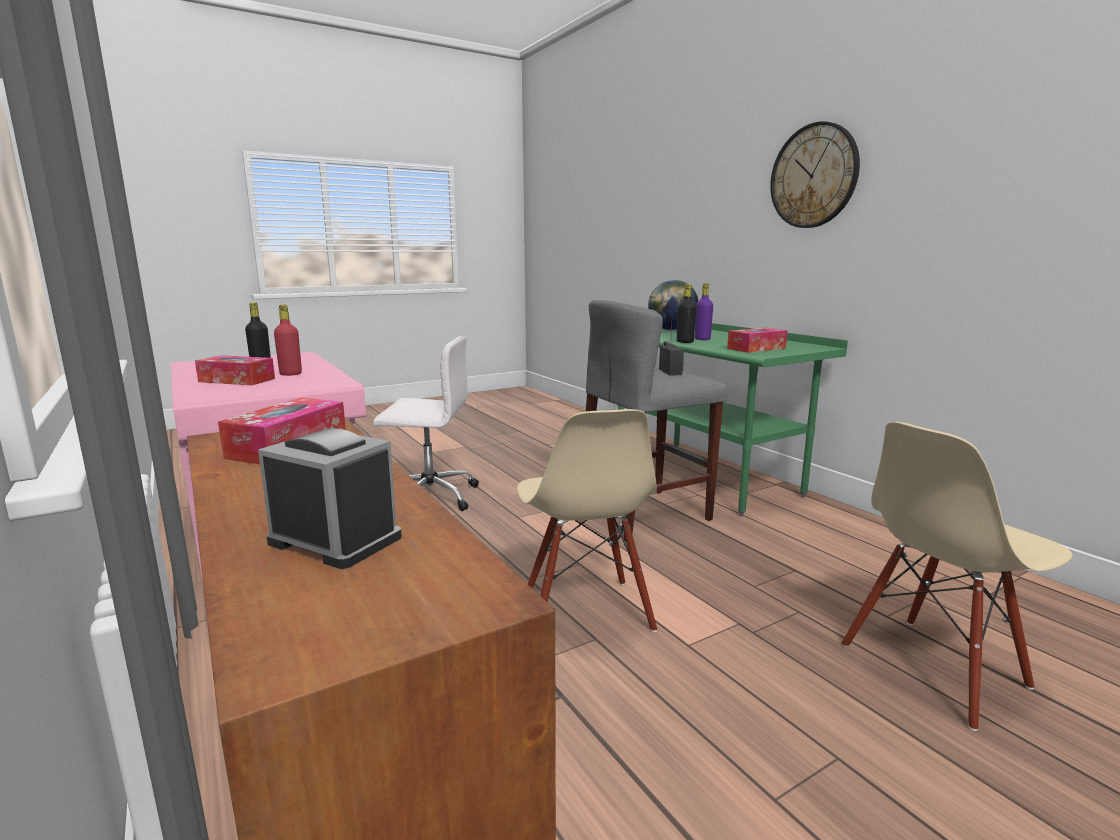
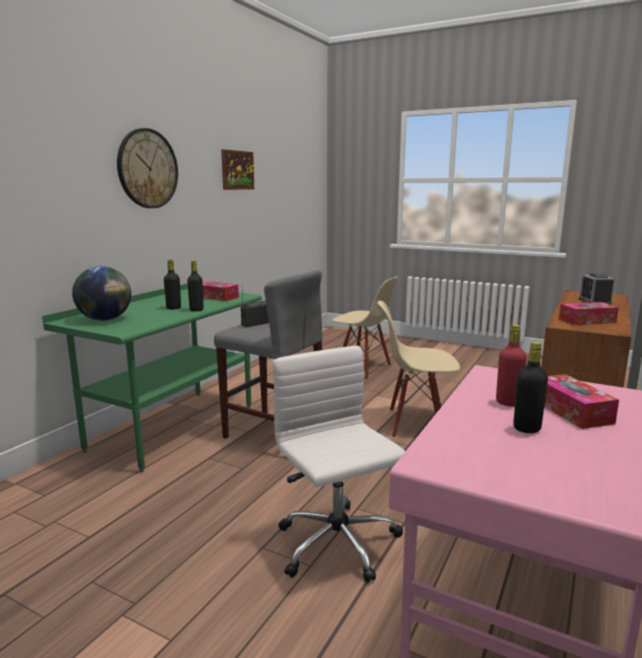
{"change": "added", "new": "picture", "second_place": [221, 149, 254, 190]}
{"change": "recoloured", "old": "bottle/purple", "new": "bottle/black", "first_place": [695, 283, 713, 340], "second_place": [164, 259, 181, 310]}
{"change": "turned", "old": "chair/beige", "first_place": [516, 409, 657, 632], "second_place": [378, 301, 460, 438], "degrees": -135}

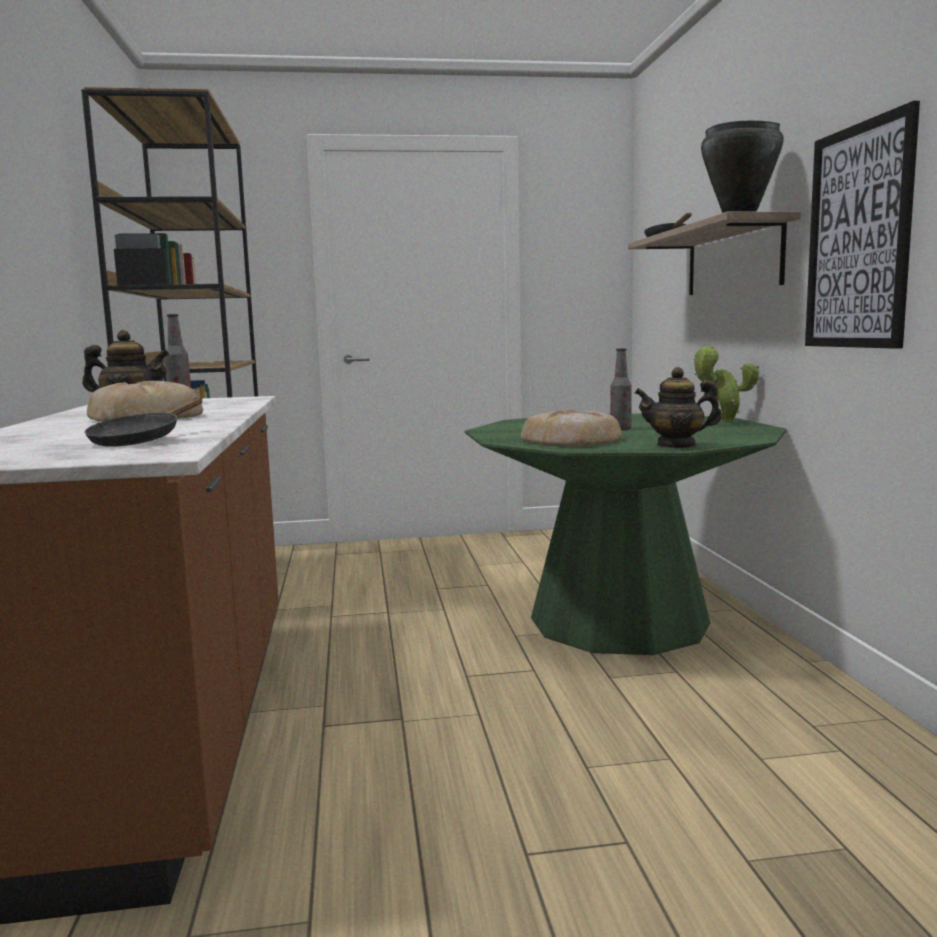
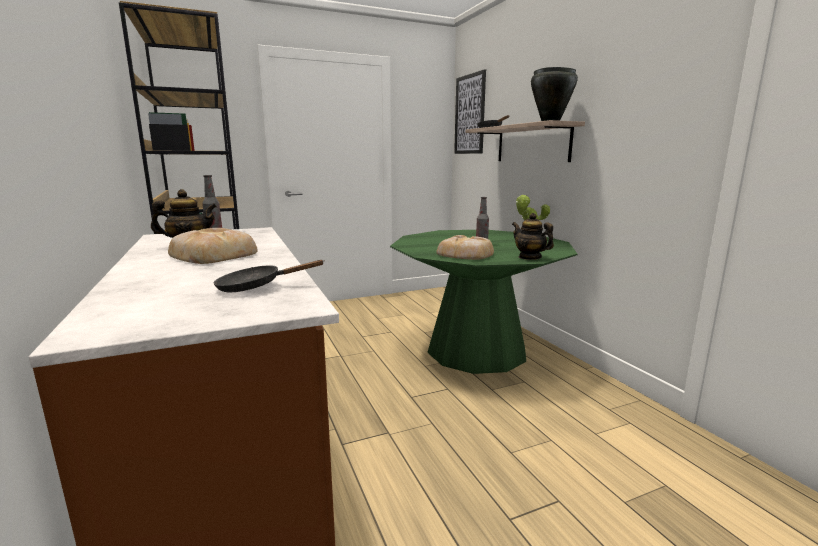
{"change": "moved", "old": "picture", "first_place": [805, 101, 920, 349], "second_place": [454, 69, 486, 154]}
{"change": "turned", "old": "frying pan/black", "first_place": [85, 398, 202, 447], "second_place": [213, 260, 325, 292], "degrees": 75}
{"change": "turned", "old": "teapot", "first_place": [635, 367, 722, 449], "second_place": [512, 213, 554, 260], "degrees": 60}

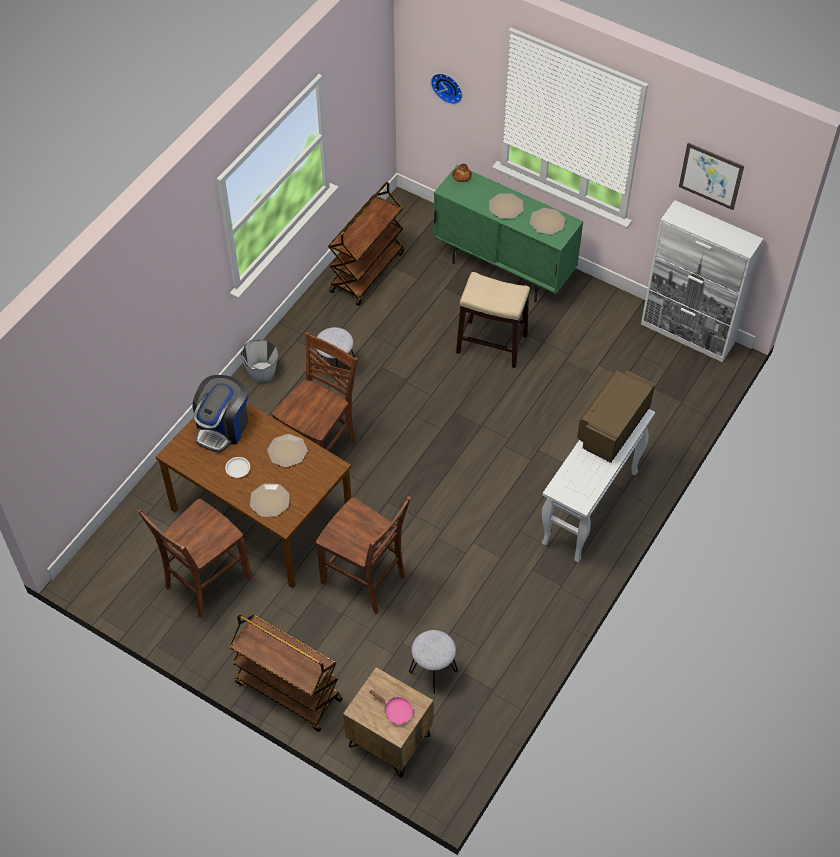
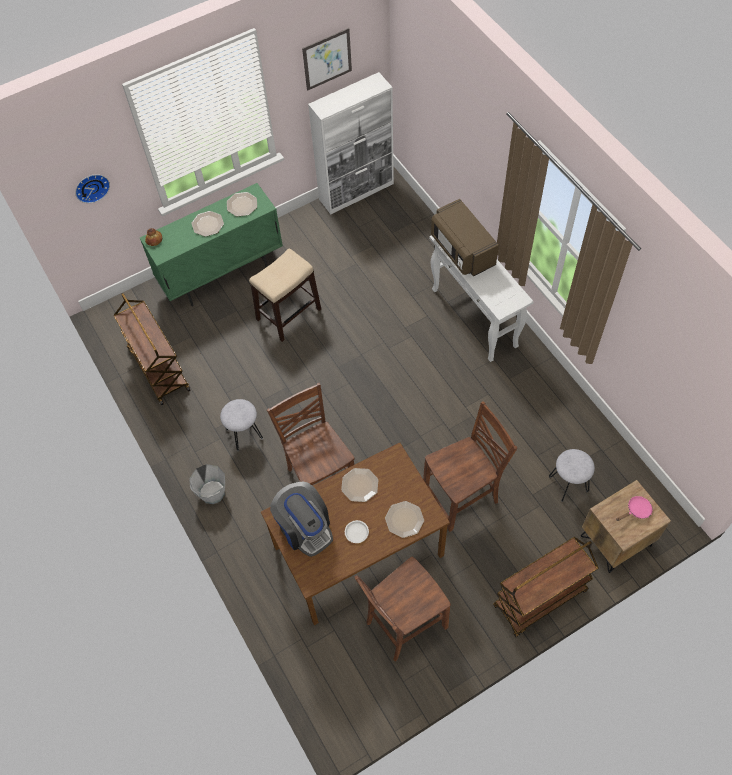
{"change": "turned", "old": "chair/brown", "first_place": [137, 498, 252, 618], "second_place": [355, 557, 451, 662], "degrees": 75}

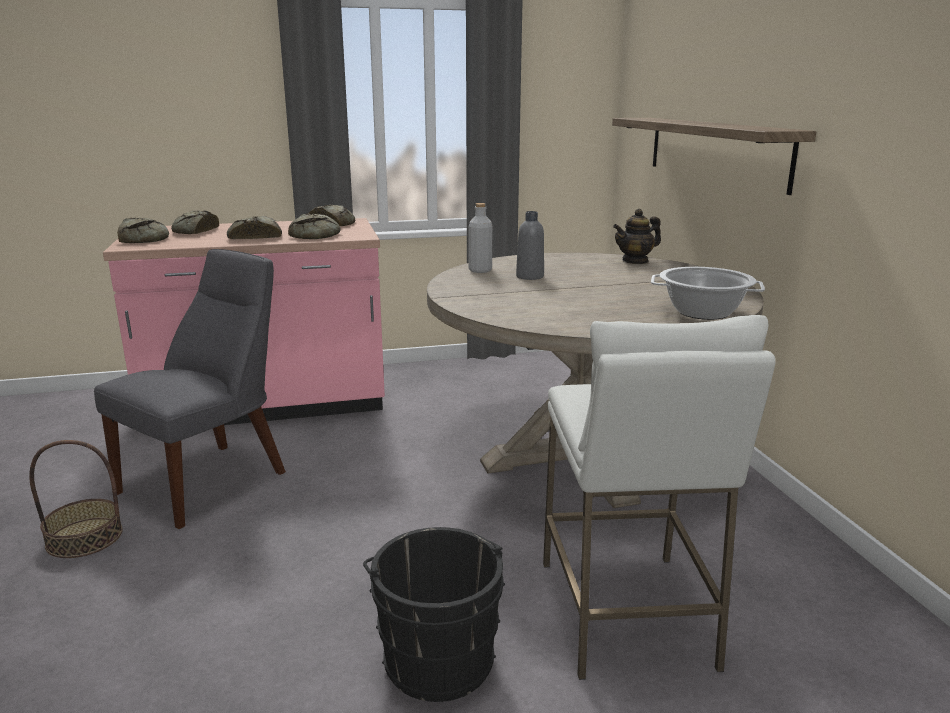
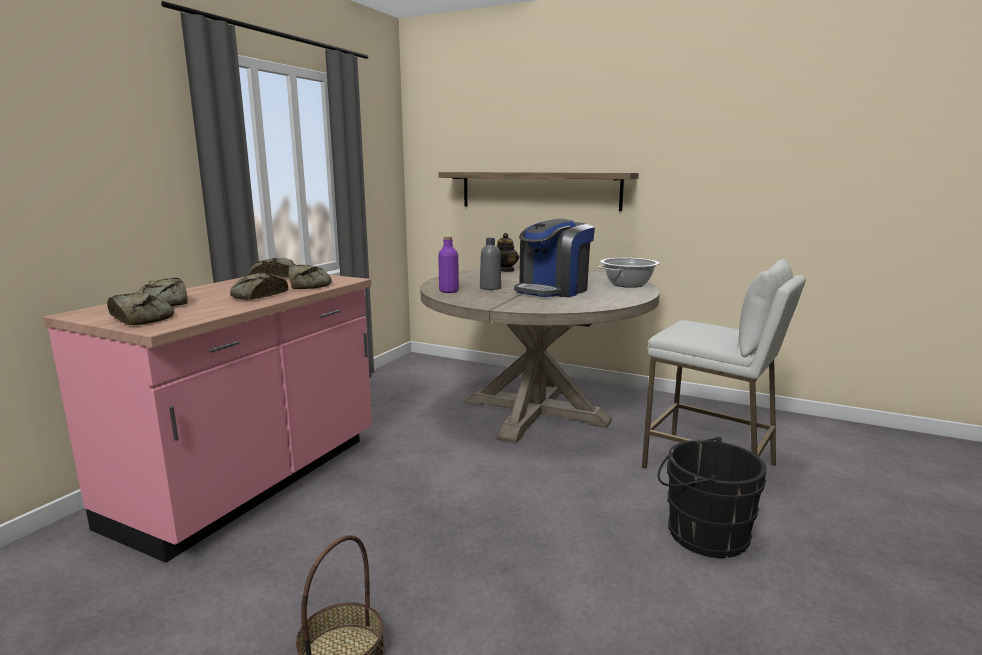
{"change": "removed", "old": "chair/grey", "first_place": [94, 249, 286, 529]}
{"change": "added", "new": "coffee machine", "second_place": [514, 219, 595, 297]}
{"change": "recoloured", "old": "bottle/grey", "new": "bottle/purple", "first_place": [468, 203, 492, 273], "second_place": [438, 236, 459, 293]}

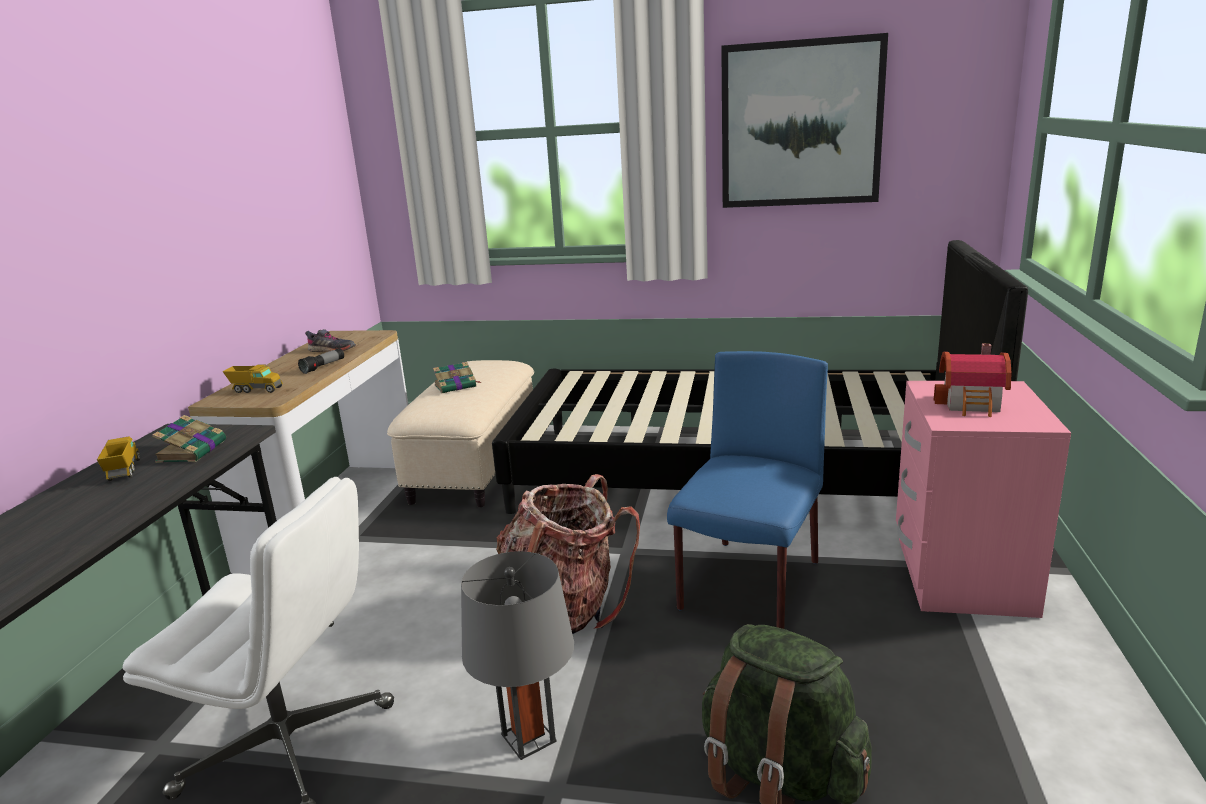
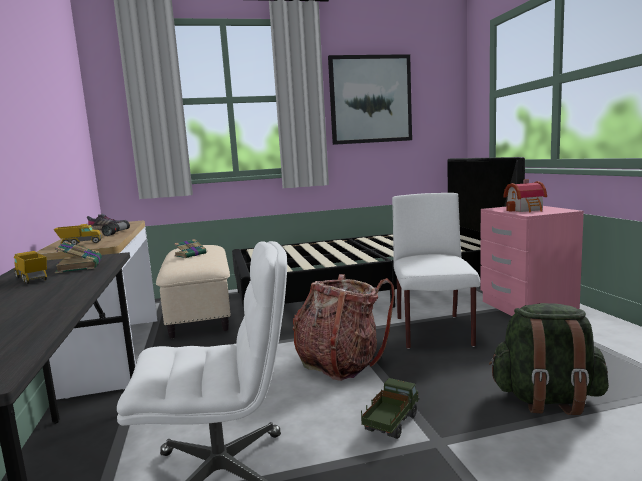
{"change": "replaced", "old": "table lamp/grey", "new": "toy truck", "first_place": [461, 551, 574, 760], "second_place": [361, 378, 419, 439]}
{"change": "recoloured", "old": "chair/blue", "new": "chair/white", "first_place": [667, 351, 828, 629], "second_place": [392, 193, 480, 349]}

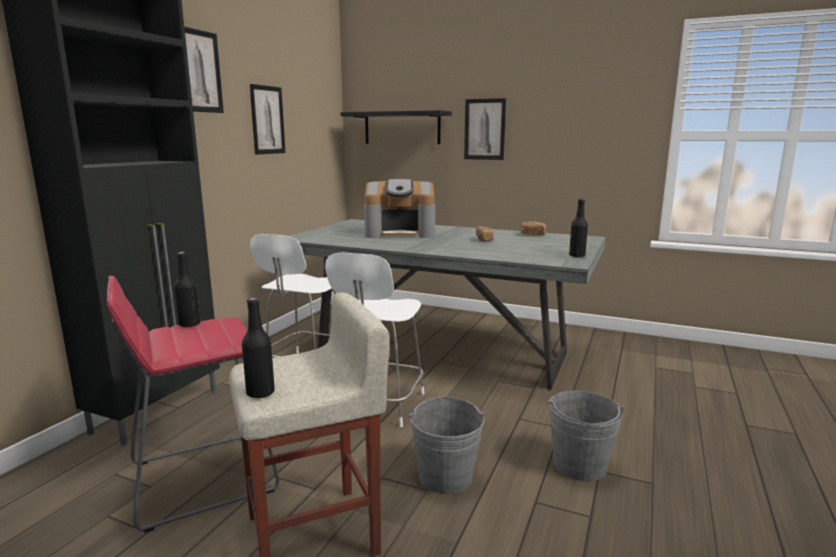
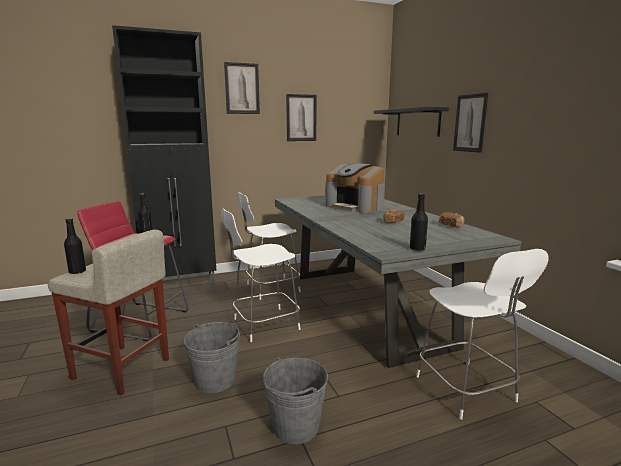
{"change": "added", "new": "chair/white", "second_place": [416, 249, 549, 420]}

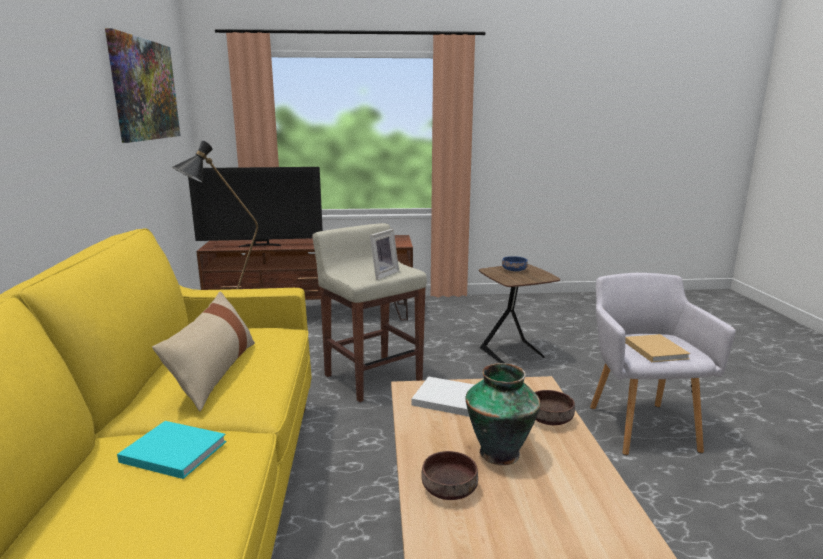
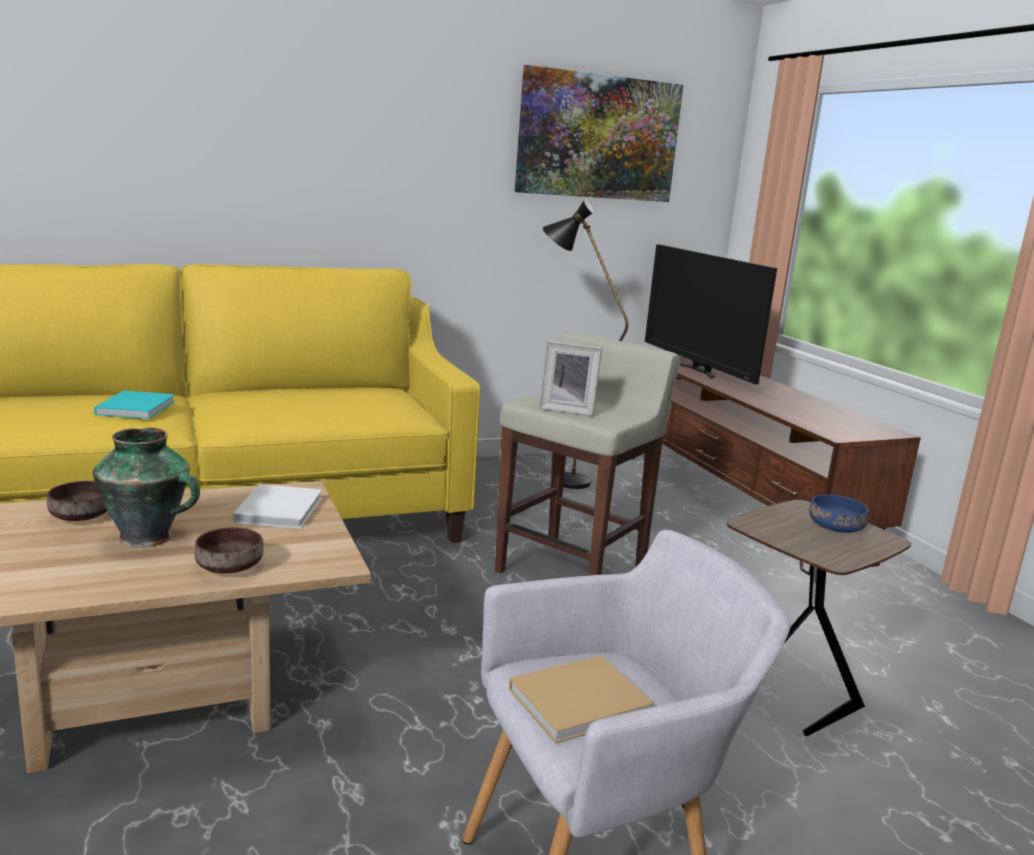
{"change": "removed", "old": "pillow/beige", "first_place": [152, 291, 255, 411]}

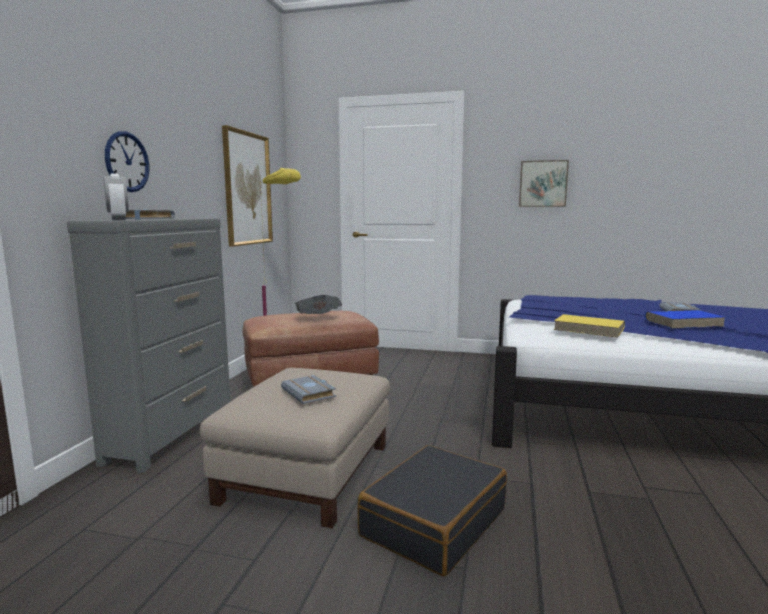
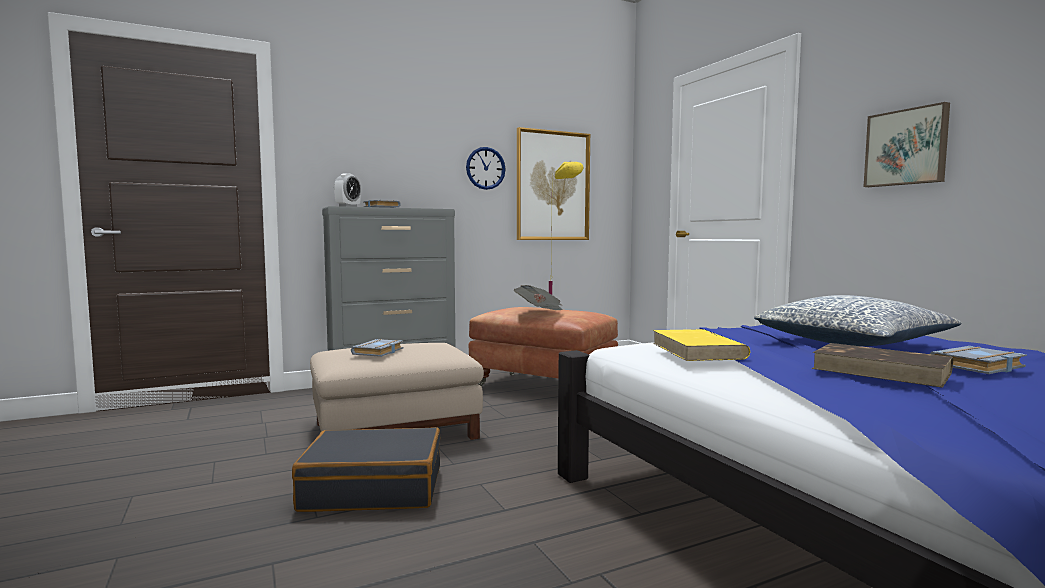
{"change": "added", "new": "pillow", "second_place": [754, 295, 961, 346]}
{"change": "moved", "old": "wall clock", "first_place": [105, 131, 150, 192], "second_place": [466, 147, 506, 190]}
{"change": "recoloured", "old": "book/blue", "new": "book/brown", "first_place": [645, 310, 726, 328], "second_place": [812, 343, 953, 388]}

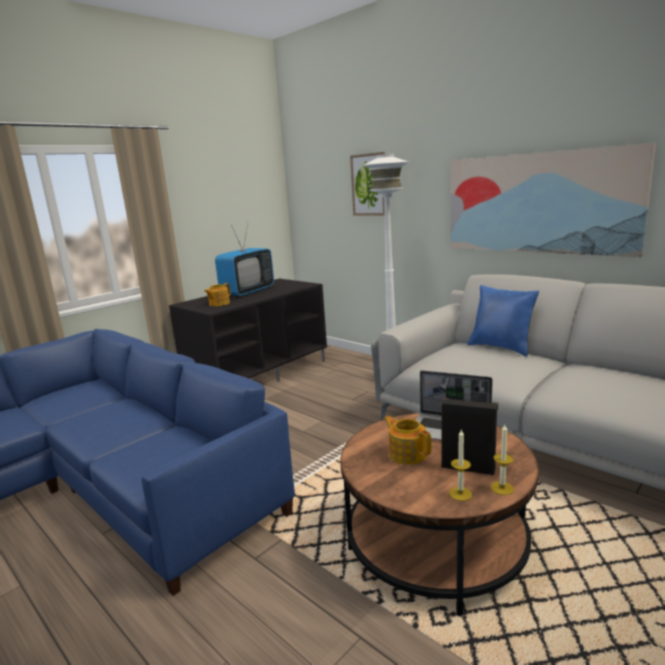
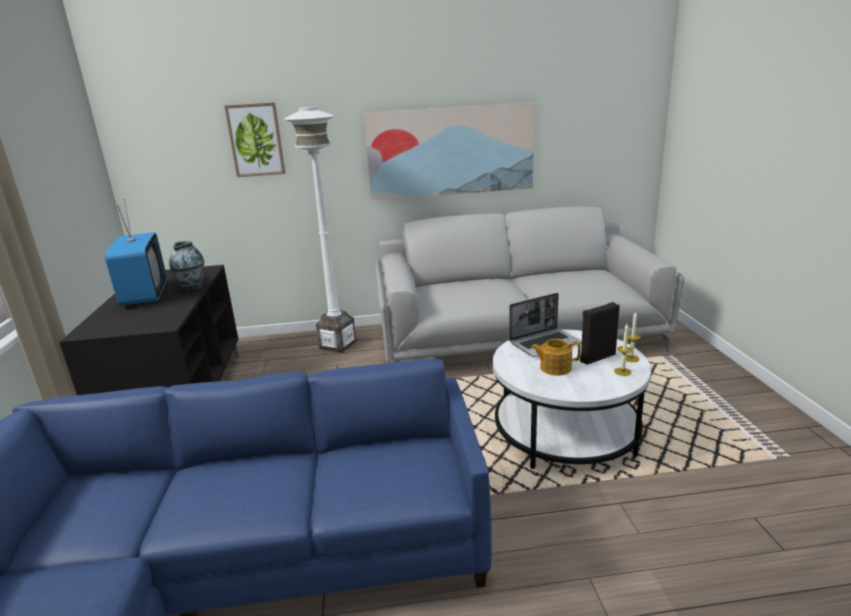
{"change": "removed", "old": "teapot", "first_place": [204, 283, 231, 306]}
{"change": "removed", "old": "pillow/blue", "first_place": [467, 285, 539, 356]}
{"change": "added", "new": "vase", "second_place": [169, 241, 204, 291]}
{"change": "recoloured", "old": "coffee table/brown", "new": "coffee table/white", "first_place": [340, 413, 539, 616], "second_place": [492, 329, 651, 469]}

